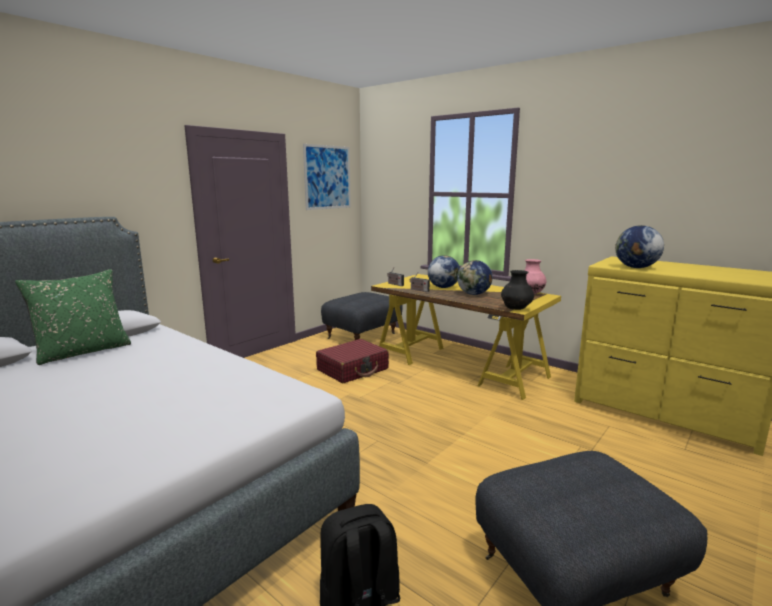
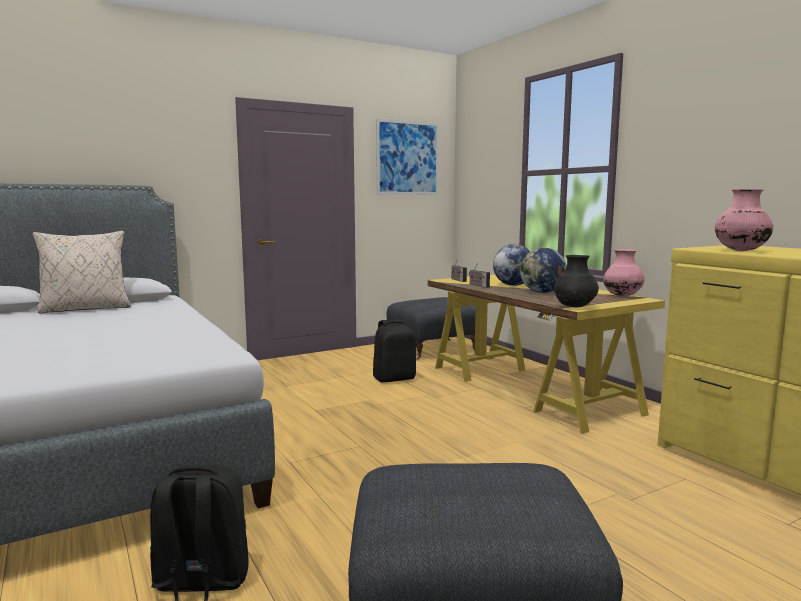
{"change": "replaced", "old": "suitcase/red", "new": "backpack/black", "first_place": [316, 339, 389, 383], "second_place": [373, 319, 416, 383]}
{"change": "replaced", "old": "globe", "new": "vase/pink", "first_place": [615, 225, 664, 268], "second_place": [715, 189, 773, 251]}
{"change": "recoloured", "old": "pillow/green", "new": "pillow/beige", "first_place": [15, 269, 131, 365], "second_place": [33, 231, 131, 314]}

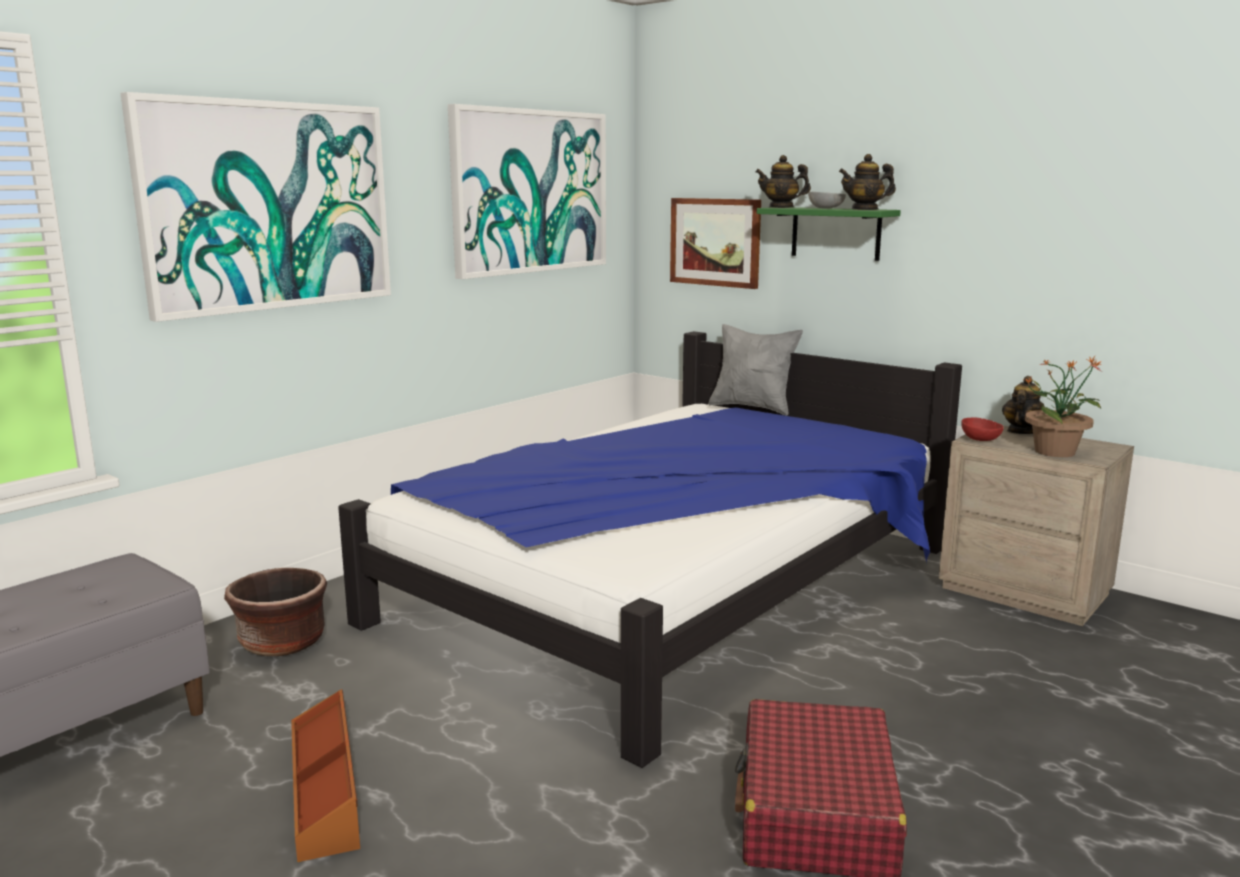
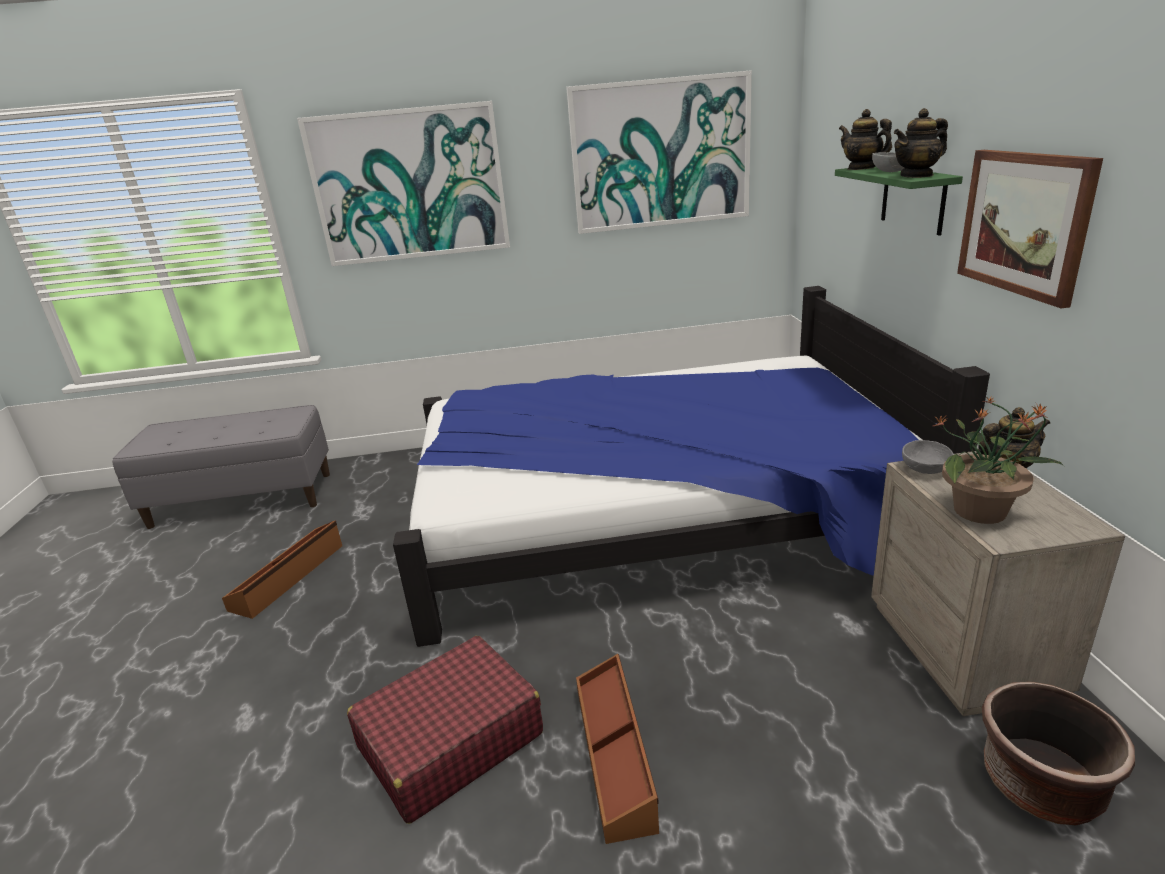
{"change": "removed", "old": "pillow/grey", "first_place": [708, 324, 803, 416]}
{"change": "added", "new": "storage box/brown", "second_place": [576, 654, 659, 844]}
{"change": "moved", "old": "planter/brown", "first_place": [224, 568, 327, 656], "second_place": [982, 682, 1135, 825]}
{"change": "moved", "old": "picture", "first_place": [670, 198, 761, 289], "second_place": [957, 150, 1103, 308]}
{"change": "recoloured", "old": "bowl/red", "new": "bowl/grey", "first_place": [961, 417, 1004, 441], "second_place": [902, 440, 954, 474]}
{"change": "turned", "old": "teapot", "first_place": [839, 154, 896, 210], "second_place": [894, 108, 948, 178], "degrees": -60}

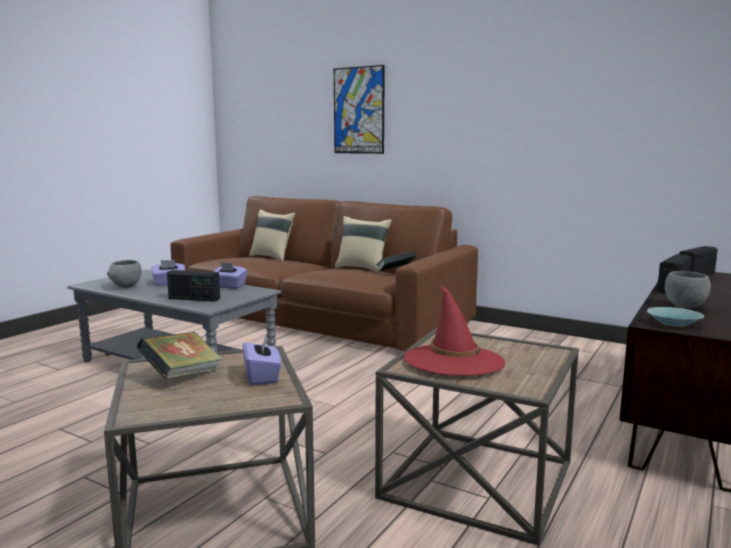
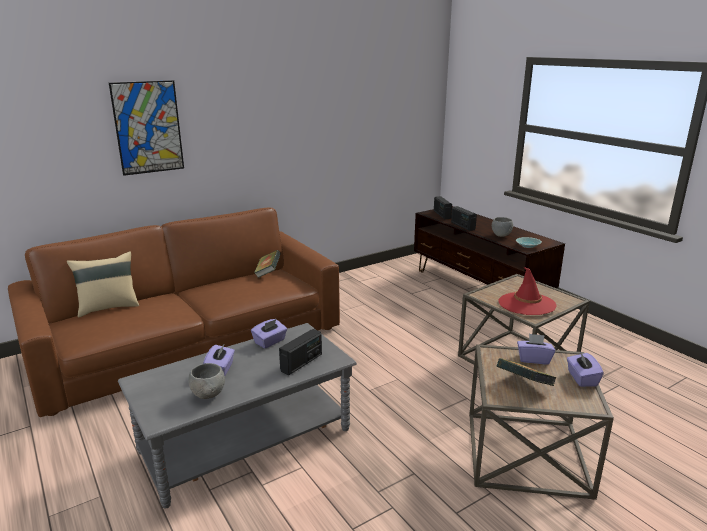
{"change": "removed", "old": "pillow/beige", "first_place": [335, 216, 392, 273]}
{"change": "added", "new": "tissue box/purple", "second_place": [567, 351, 604, 387]}

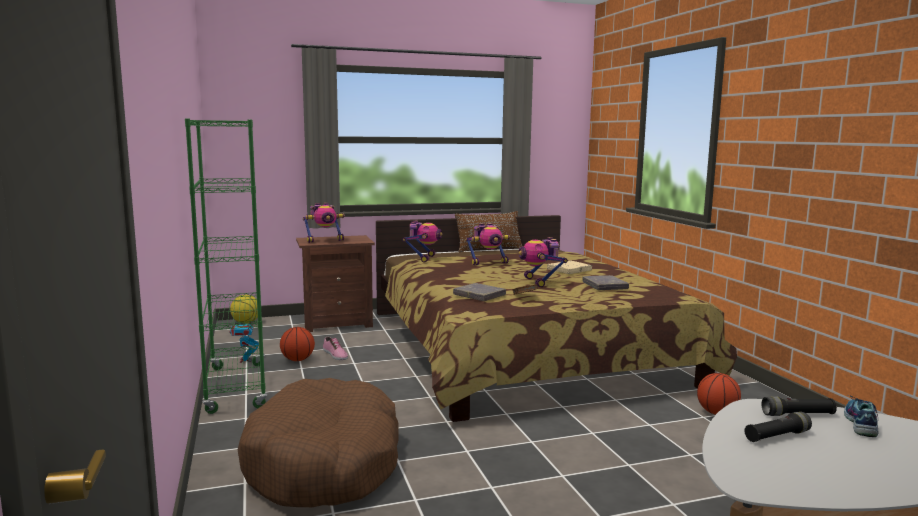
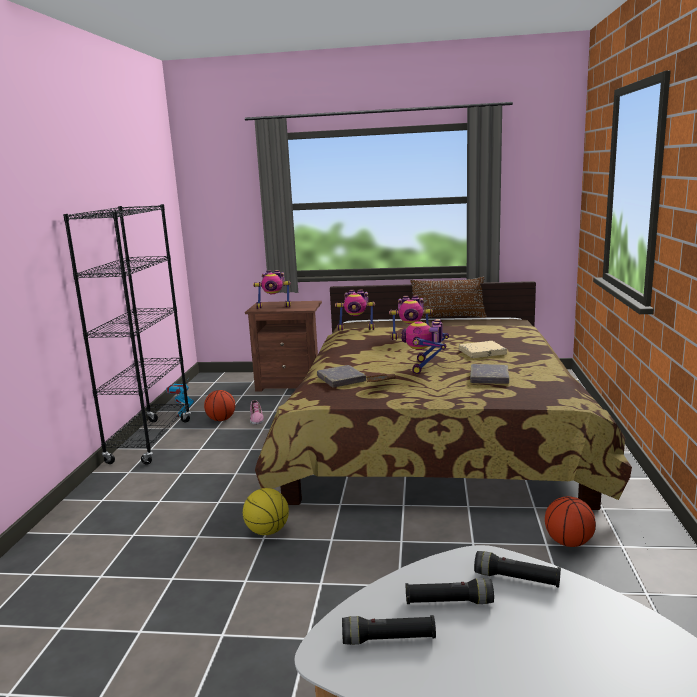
{"change": "removed", "old": "dog bed/brown", "first_place": [238, 378, 398, 507]}
{"change": "removed", "old": "shoe", "first_place": [844, 395, 879, 437]}
{"change": "added", "new": "flashlight/black", "second_place": [342, 615, 436, 645]}
{"change": "moved", "old": "basketball", "first_place": [230, 295, 258, 323], "second_place": [243, 488, 289, 535]}
{"change": "recoloured", "old": "bookcase/green", "new": "bookcase/black", "first_place": [185, 119, 268, 414], "second_place": [63, 204, 191, 465]}
{"change": "turned", "old": "toy robot", "first_place": [402, 221, 442, 263], "second_place": [335, 289, 375, 331], "degrees": 60}

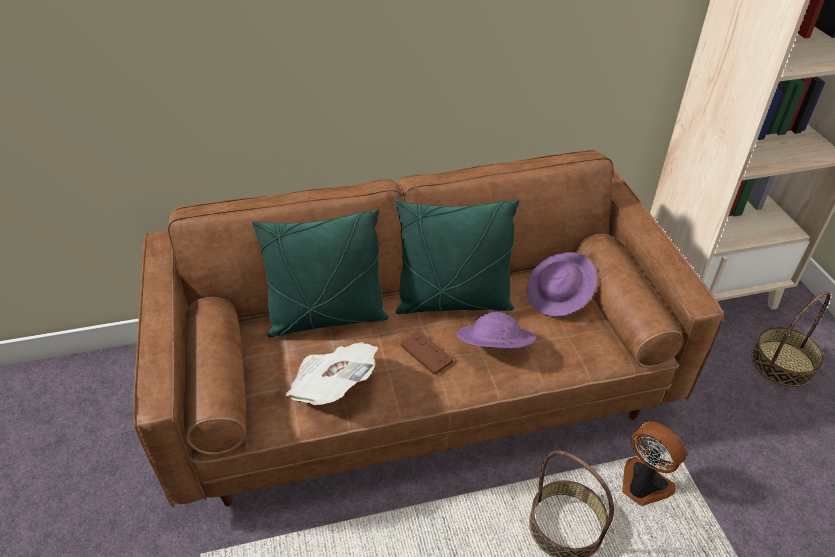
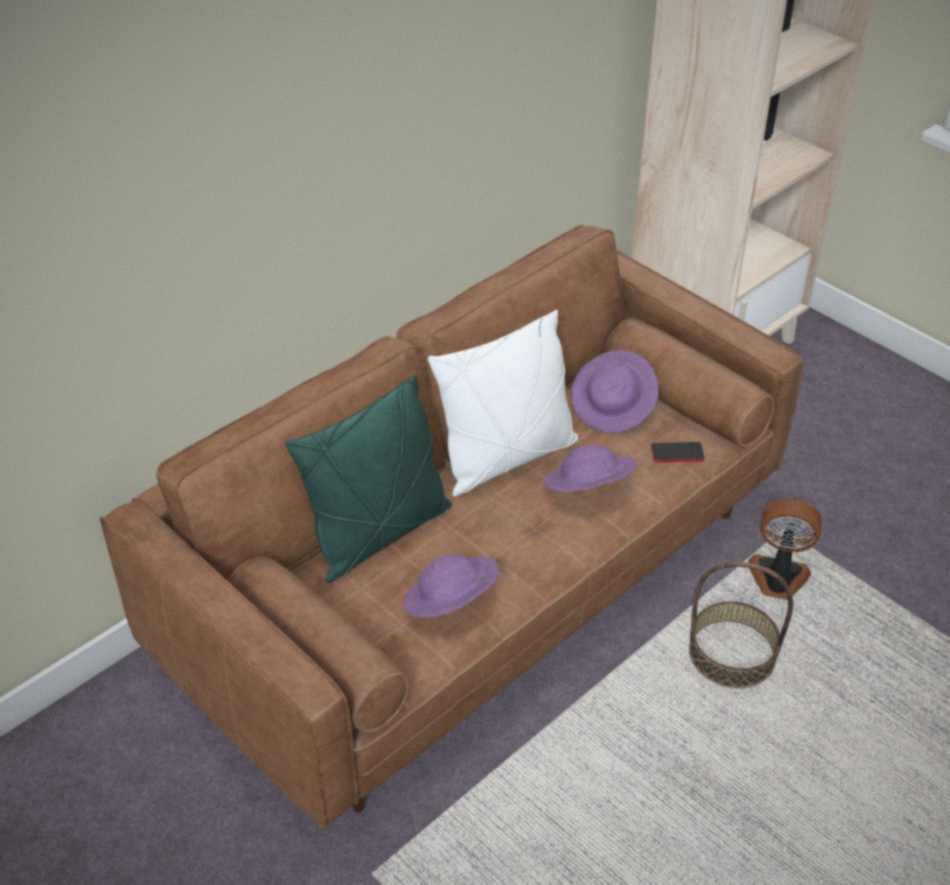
{"change": "removed", "old": "game controller/brown", "first_place": [401, 331, 453, 375]}
{"change": "removed", "old": "basket", "first_place": [751, 291, 831, 387]}
{"change": "added", "new": "phone", "second_place": [651, 442, 704, 462]}
{"change": "replaced", "old": "newspaper", "new": "hat/purple", "first_place": [285, 342, 378, 405], "second_place": [403, 554, 499, 618]}
{"change": "recoloured", "old": "pillow/green", "new": "pillow/white", "first_place": [395, 200, 519, 314], "second_place": [428, 310, 579, 496]}

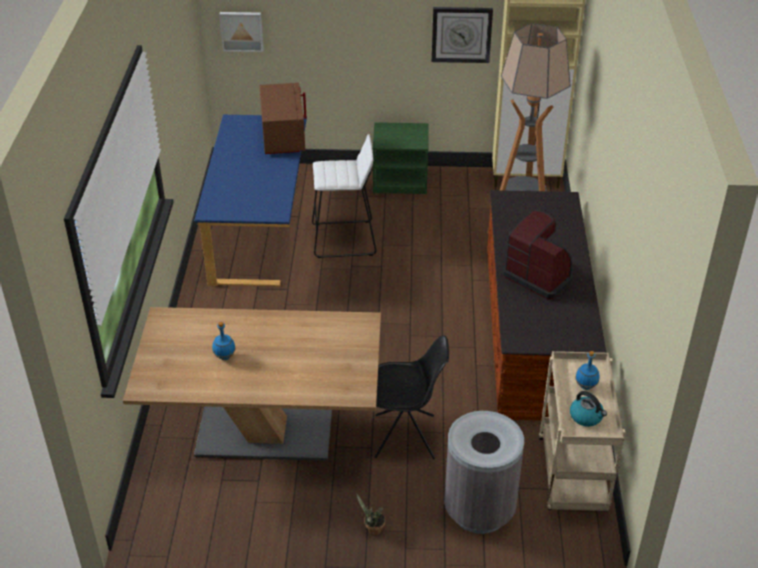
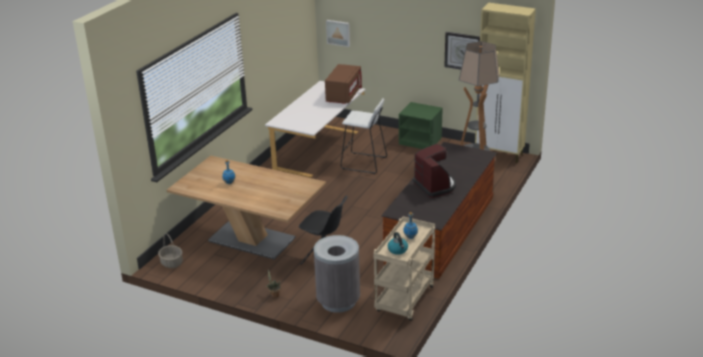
{"change": "added", "new": "basket", "second_place": [158, 233, 183, 268]}
{"change": "recoloured", "old": "desk/blue", "new": "desk/white", "first_place": [194, 115, 307, 286], "second_place": [265, 81, 365, 178]}

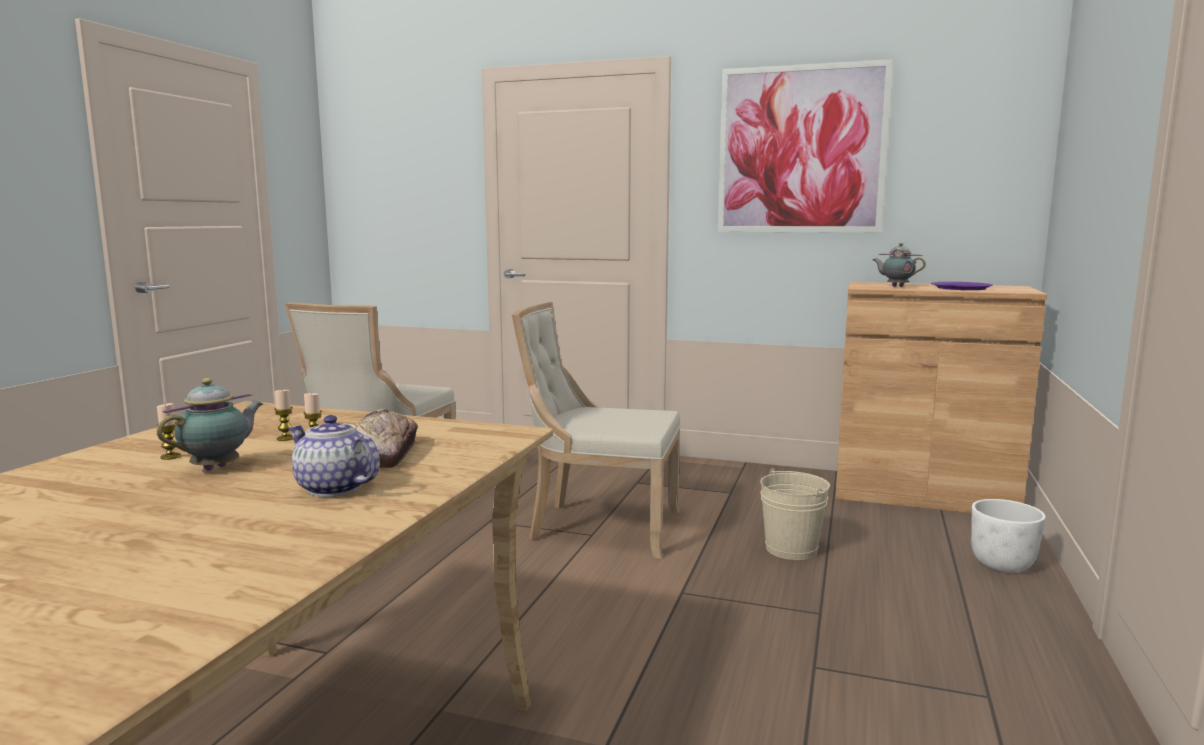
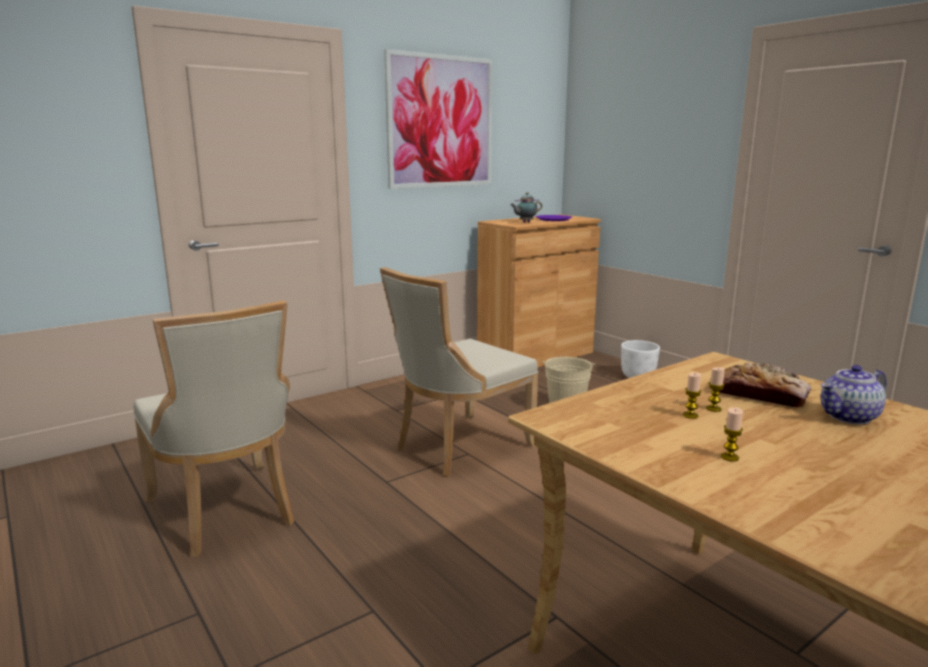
{"change": "removed", "old": "teapot", "first_place": [157, 378, 263, 471]}

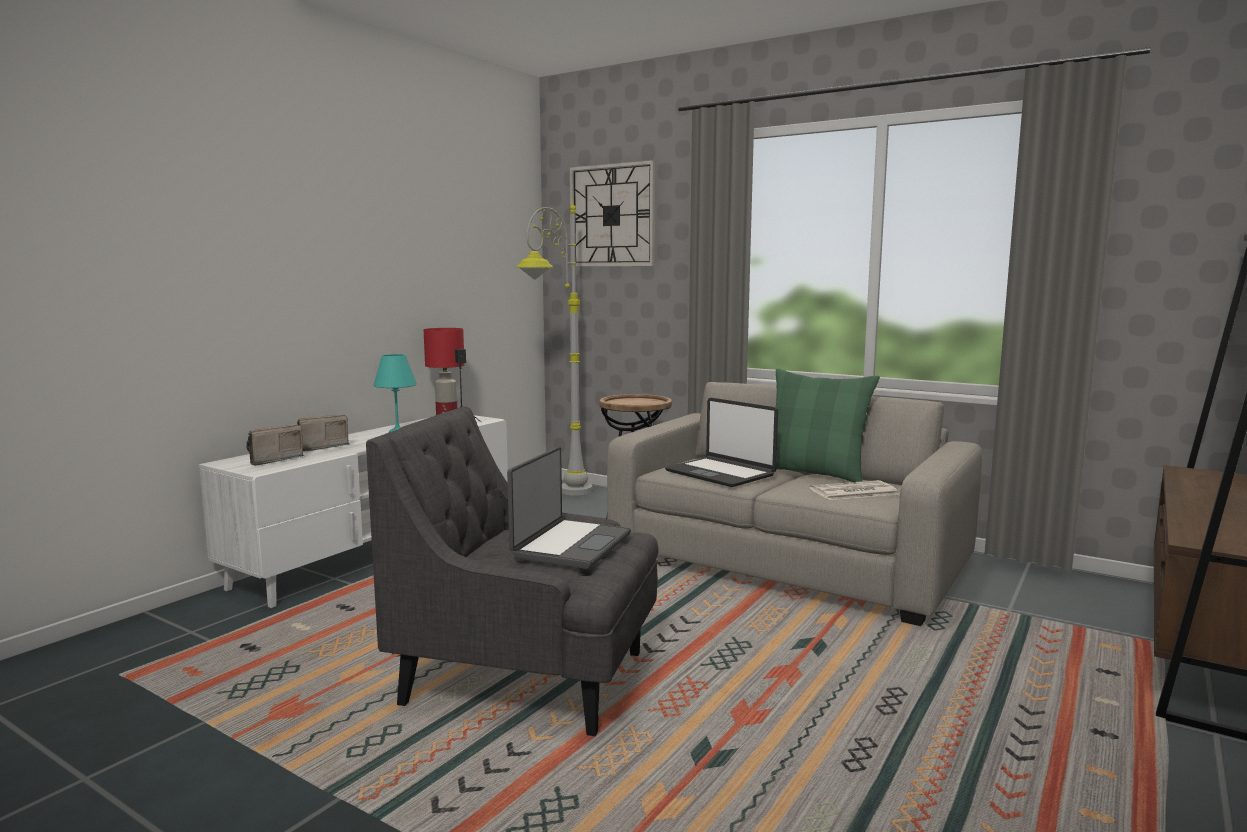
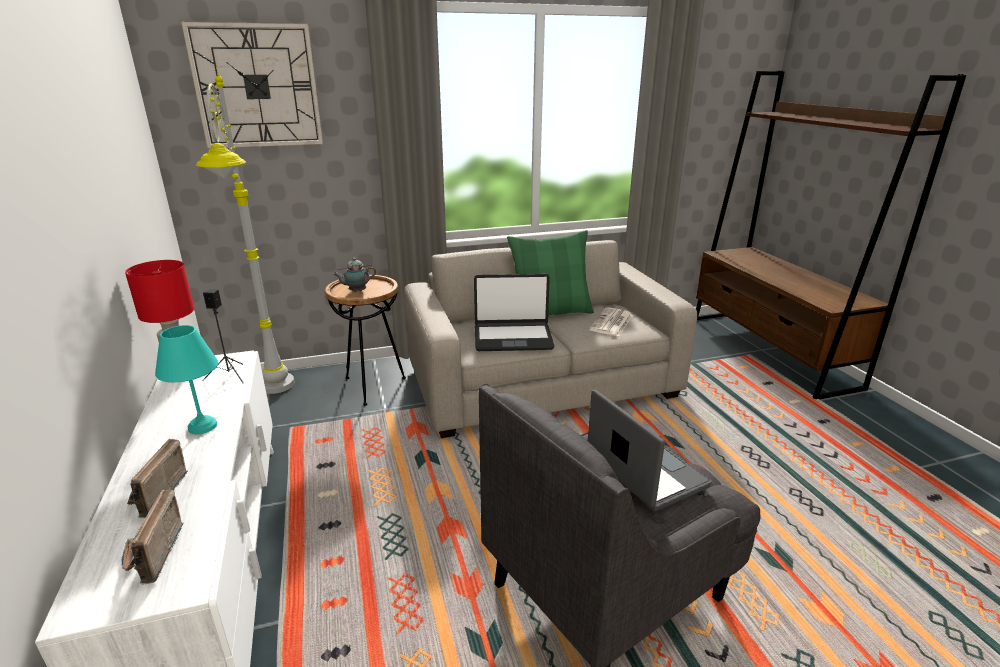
{"change": "added", "new": "teapot", "second_place": [333, 258, 376, 292]}

